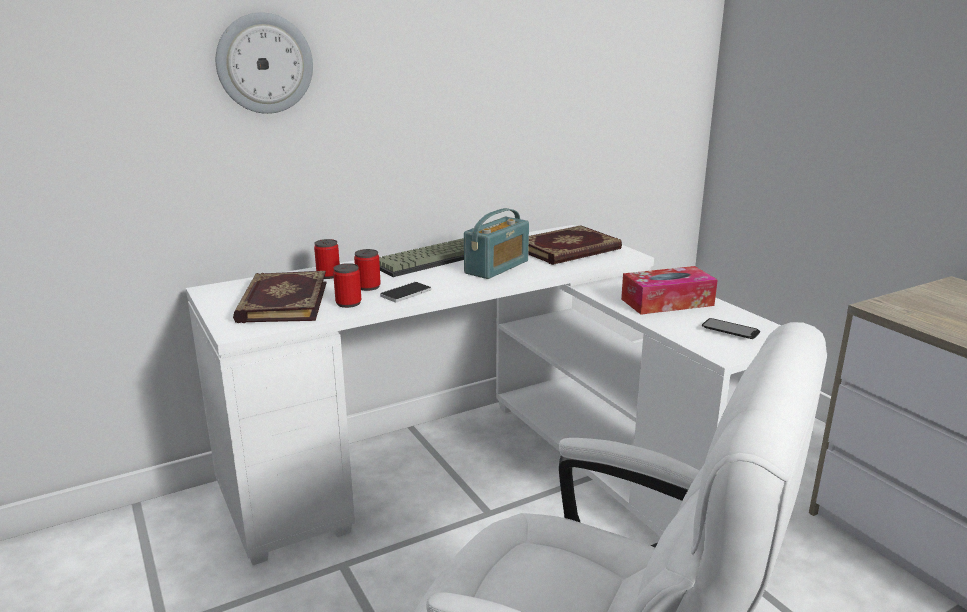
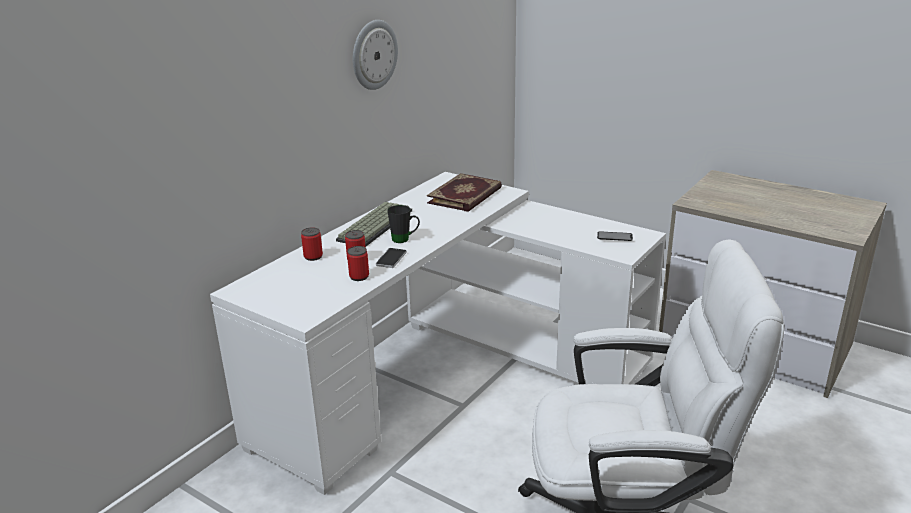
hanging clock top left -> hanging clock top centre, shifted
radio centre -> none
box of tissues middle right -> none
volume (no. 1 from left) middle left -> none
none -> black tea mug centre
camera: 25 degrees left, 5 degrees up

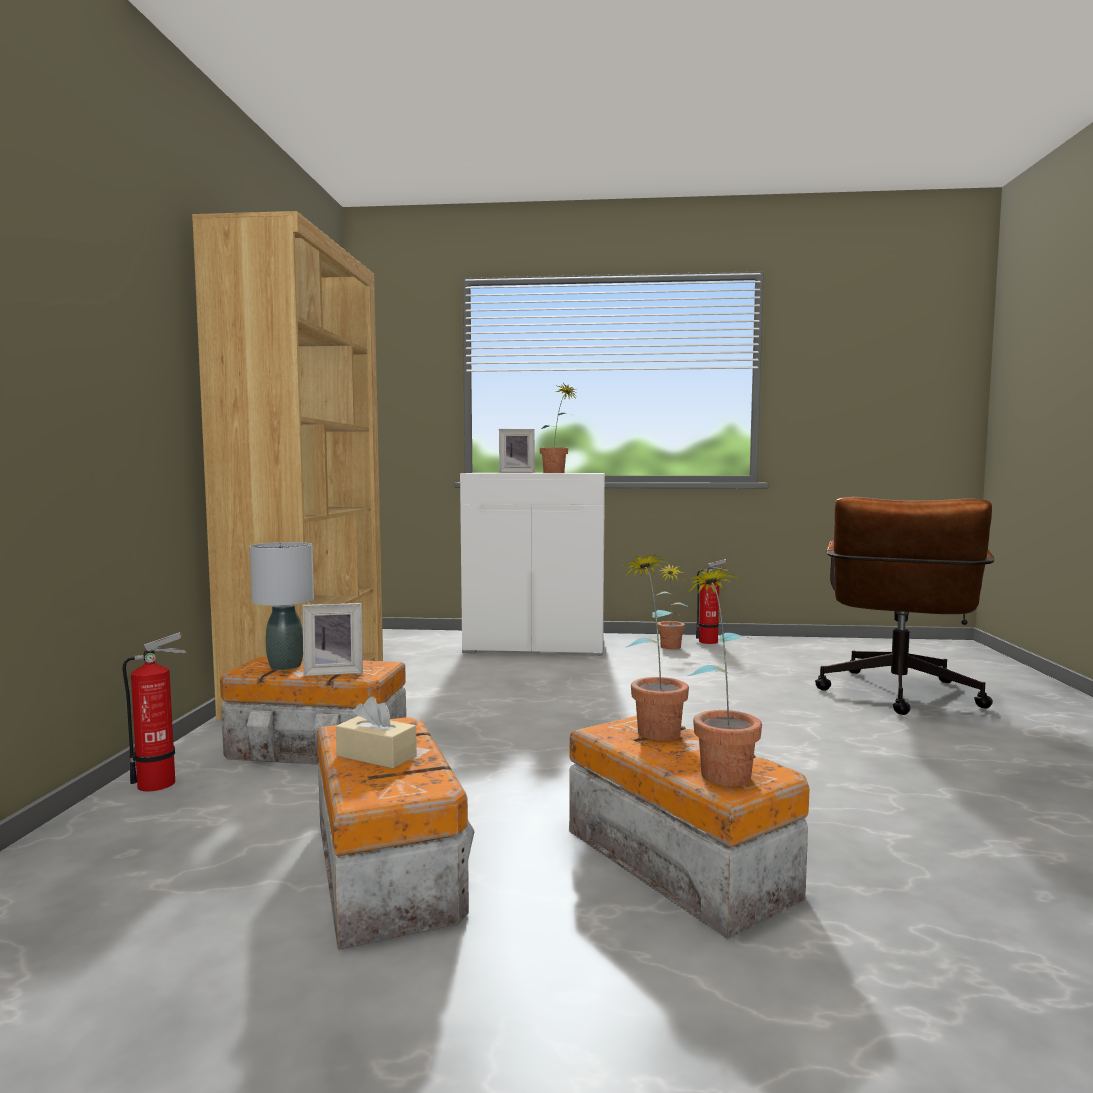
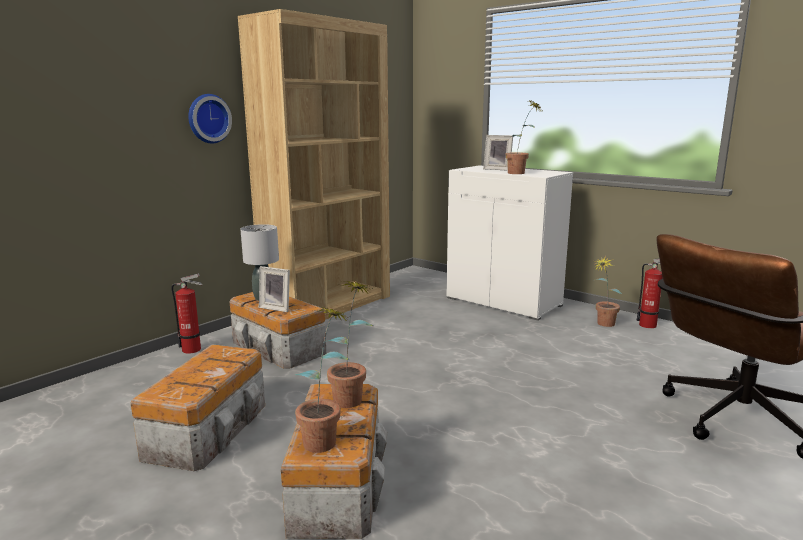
beige box of tissues bottom centre -> none
none -> hanging clock top left
camera: 35 degrees right, 10 degrees up

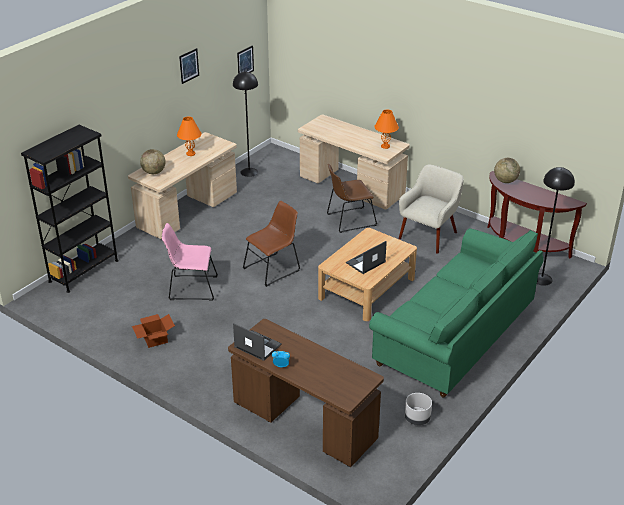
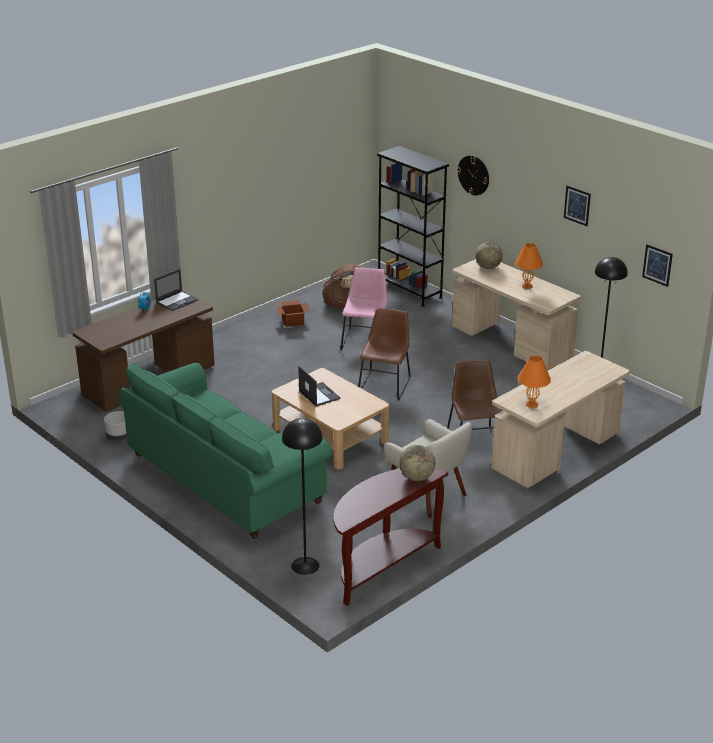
brown plain chair (no. 1 from left) centre, 135 degrees counterclockwise
none -> hanging clock top centre
none -> brown backpack centre
camera: 100 degrees right, 5 degrees down

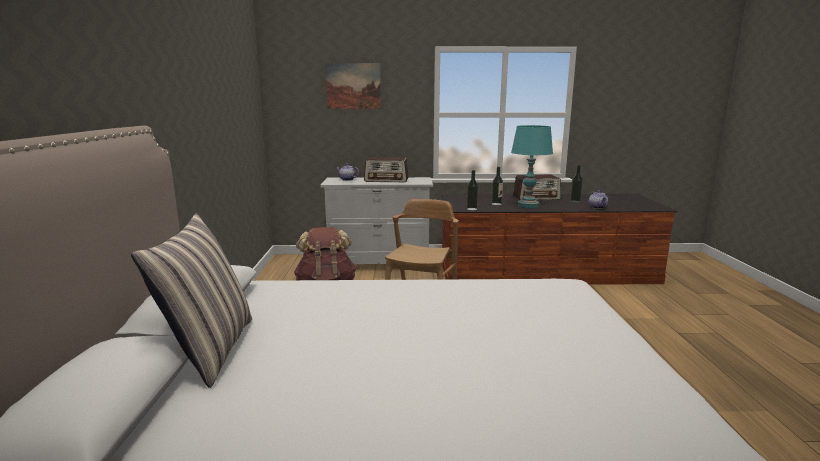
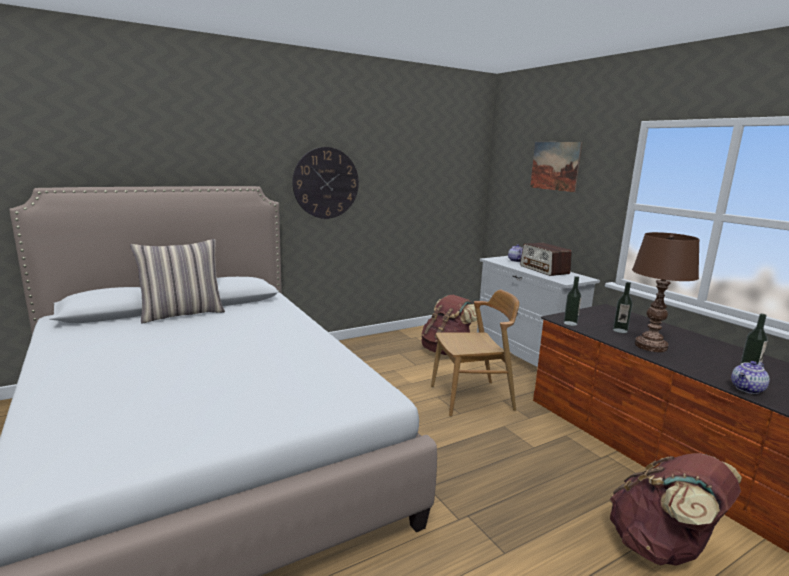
turquoise-coloured lamp for a table centre -> brown lamp for a table middle right
radio (no. 2 from left) centre -> none
none -> hanging clock top centre
none -> brown backpack (no. 2 from left) bottom right
camera: 60 degrees right, 0 degrees up

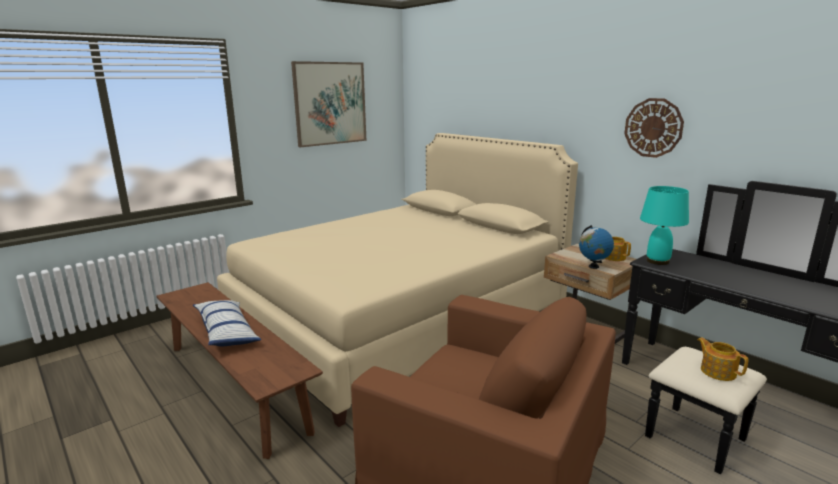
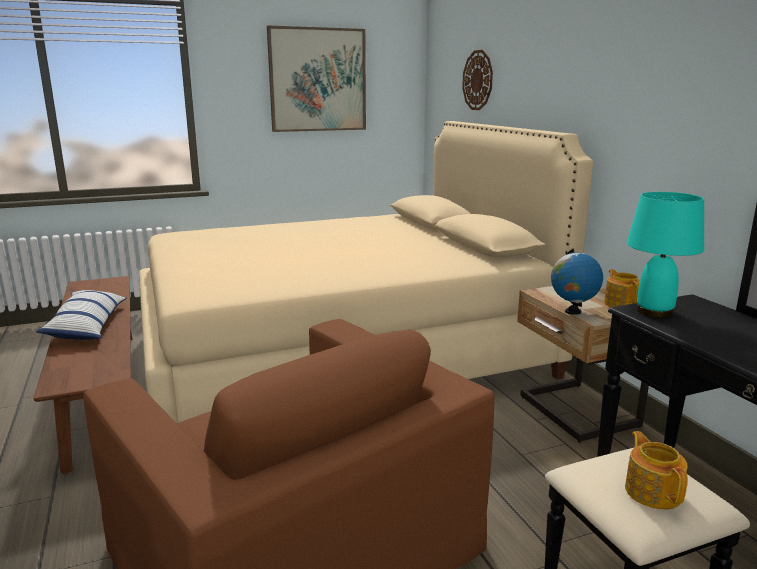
hanging clock top right -> hanging clock top centre, shifted
camera: 20 degrees right, 0 degrees up

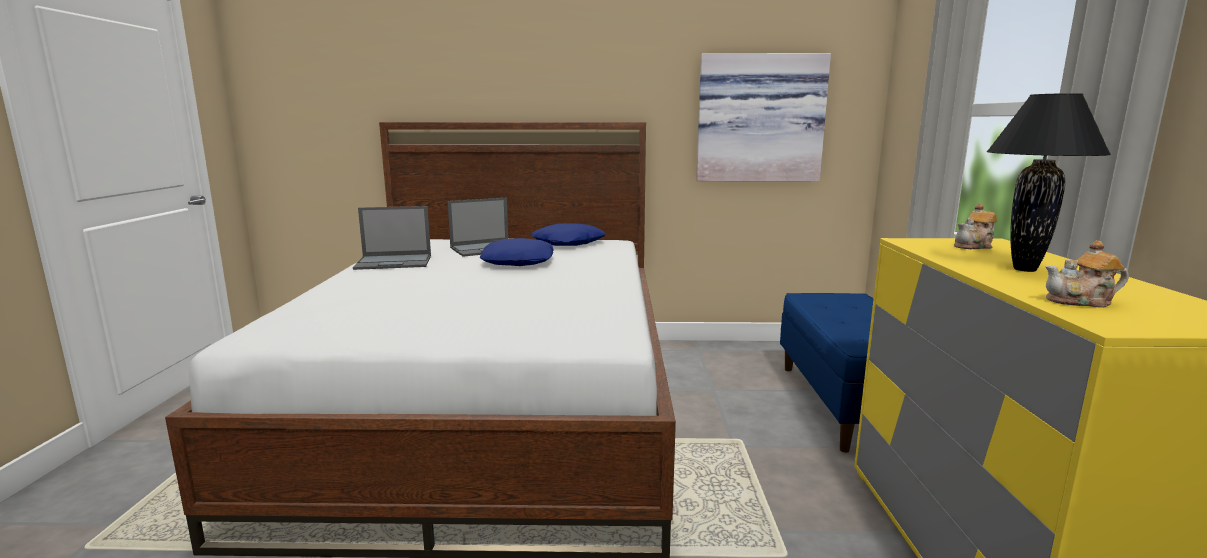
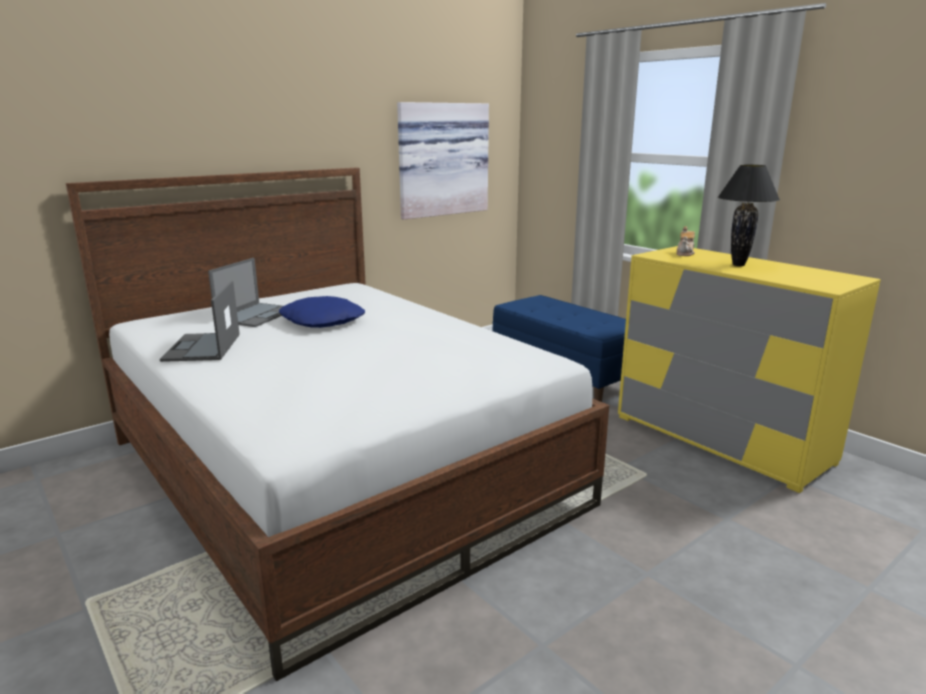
laptop (no. 1 from left) middle left, 135 degrees clockwise
blue throw pillow (no. 2 from left) centre -> none
pot for tea (no. 2 from left) middle right -> none
camera: 40 degrees left, 5 degrees up

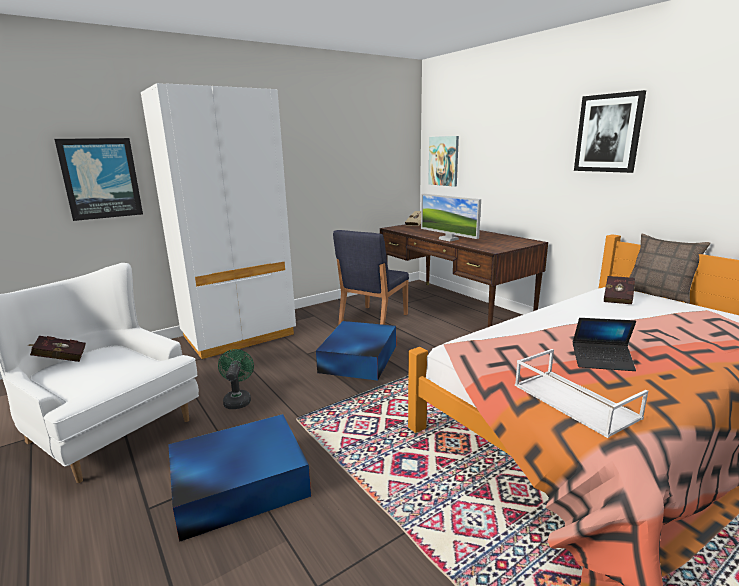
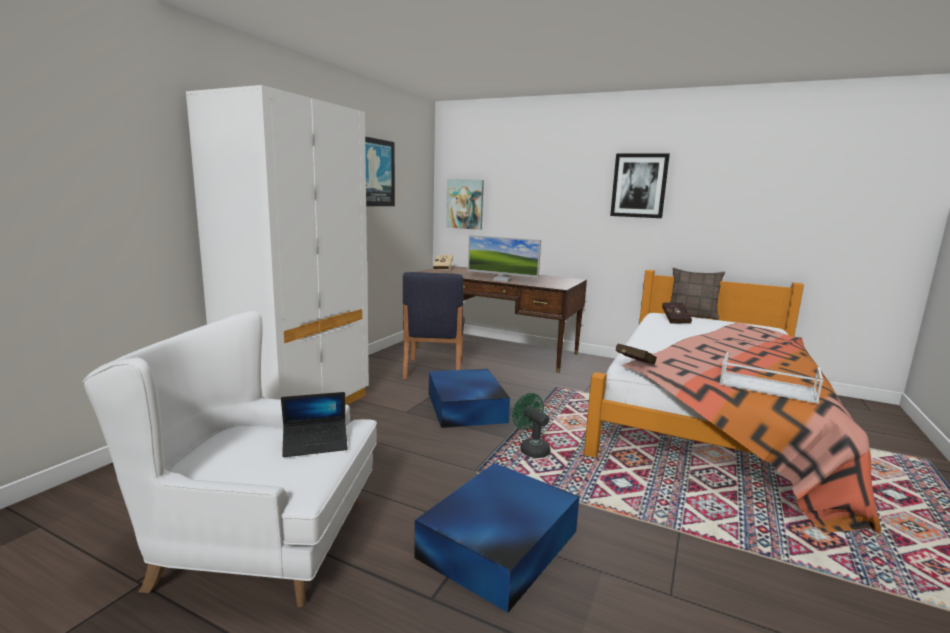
wall picture (no. 1 from left) top left -> wall picture (no. 1 from left) top centre, shifted
laptop middle right -> laptop bottom left, shifted
red-coloured volume (no. 1 from left) middle left -> red-coloured volume (no. 1 from left) middle right, shifted
green-coloured cooling fan middle left -> green-coloured cooling fan bottom centre, shifted
camera: 30 degrees left, 5 degrees down

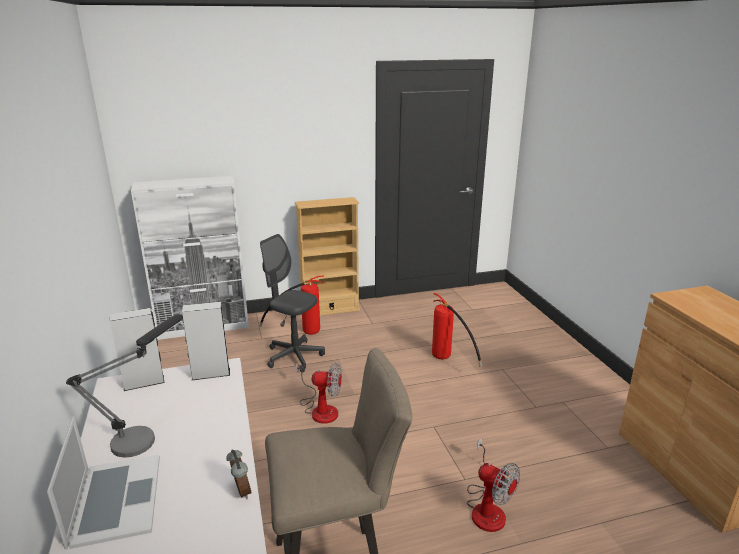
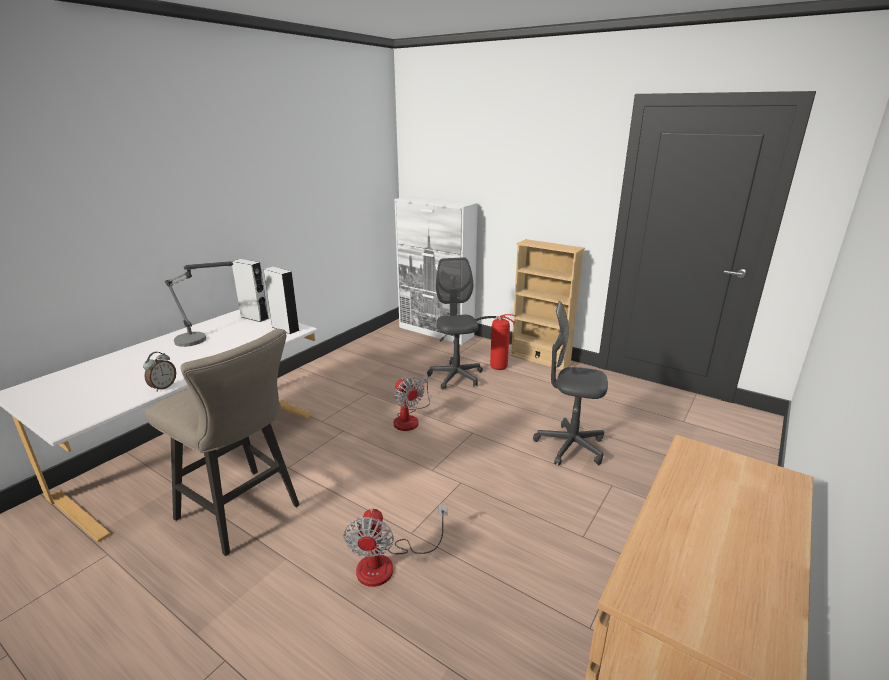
extinguisher (no. 2 from left) centre -> grey computer chair (no. 2 from left) centre
laptop bottom left -> none
camera: 50 degrees right, 0 degrees up

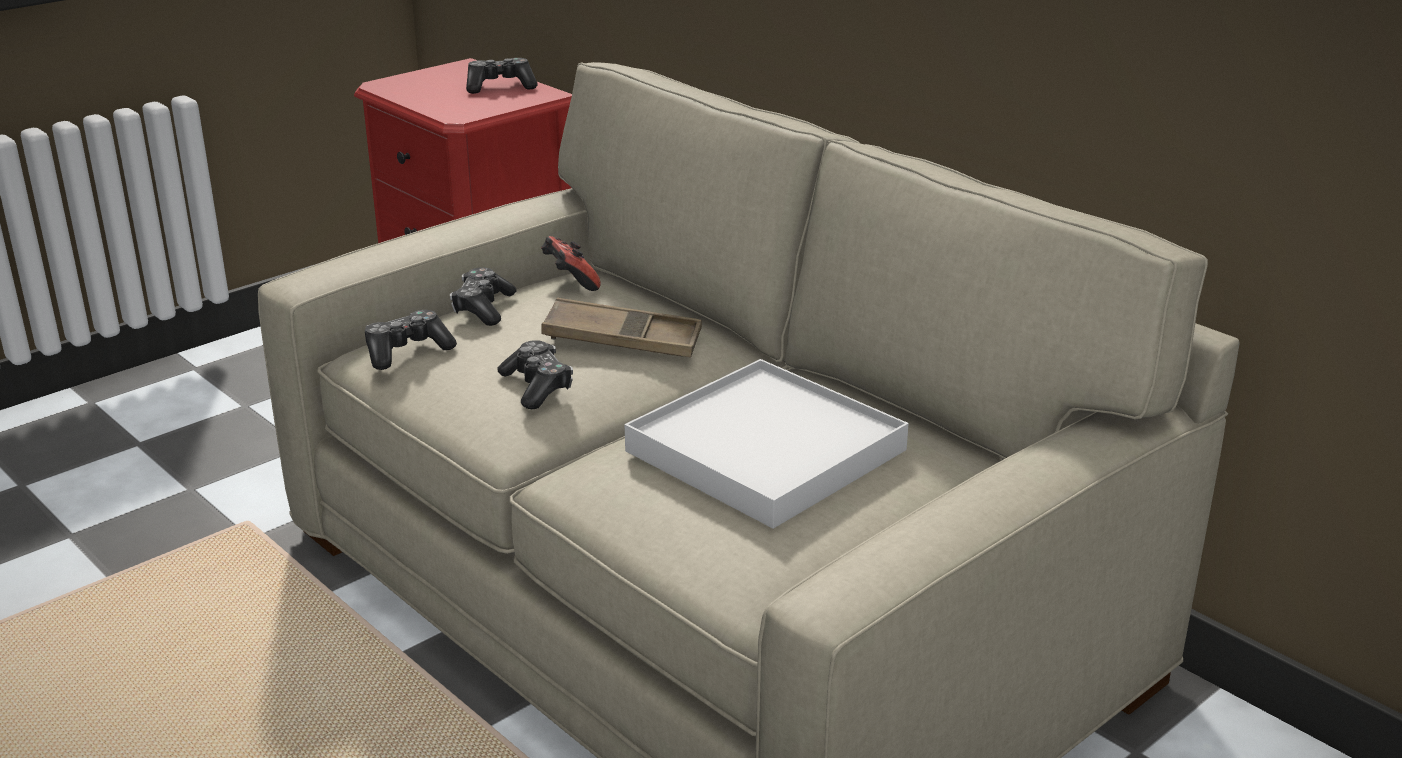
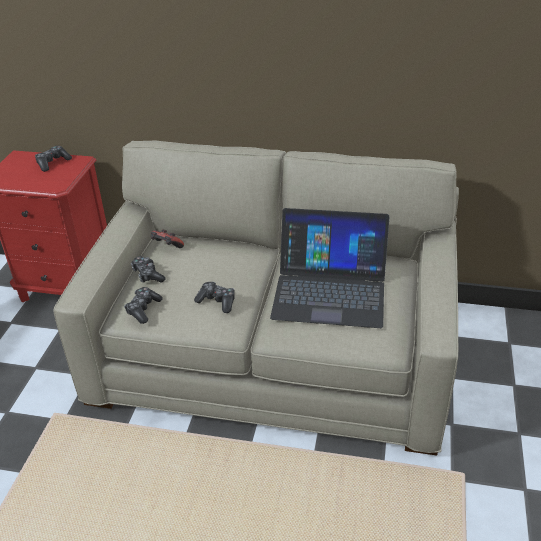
brown serving tray centre -> none
white-coloured serving tray centre -> laptop centre
camera: 35 degrees left, 10 degrees up

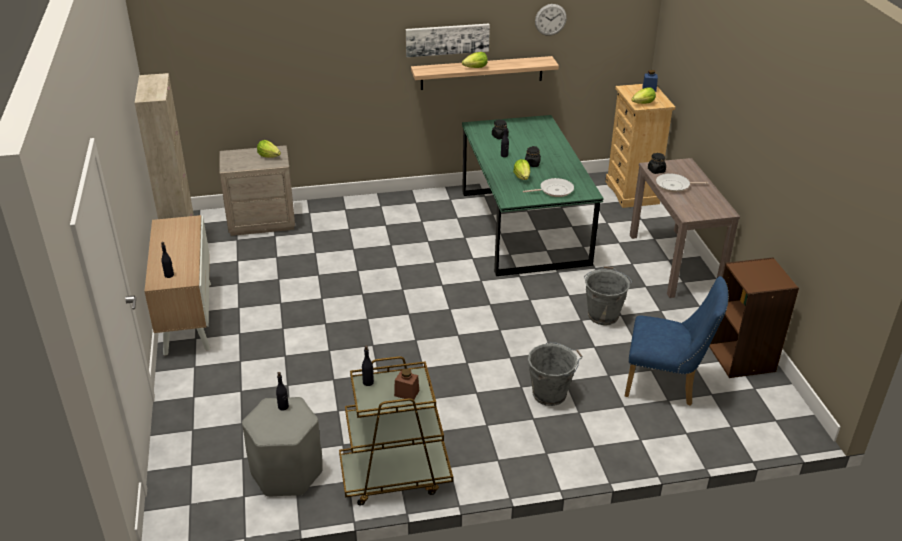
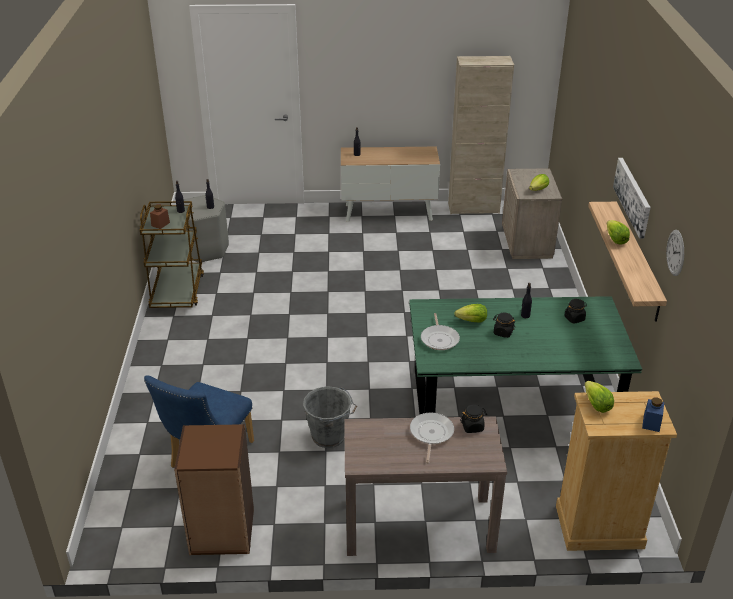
grey pail (no. 1 from left) bottom centre -> none
camera: 100 degrees right, 0 degrees up

